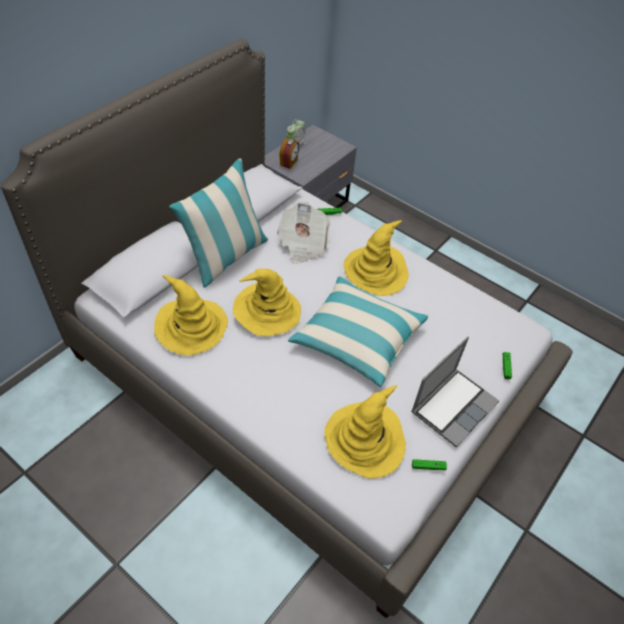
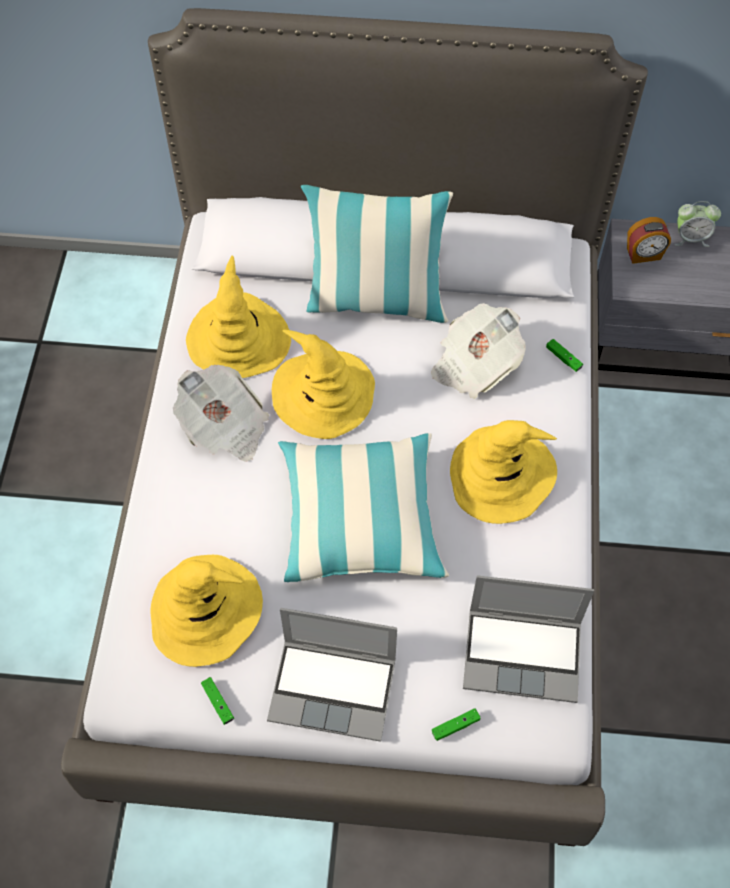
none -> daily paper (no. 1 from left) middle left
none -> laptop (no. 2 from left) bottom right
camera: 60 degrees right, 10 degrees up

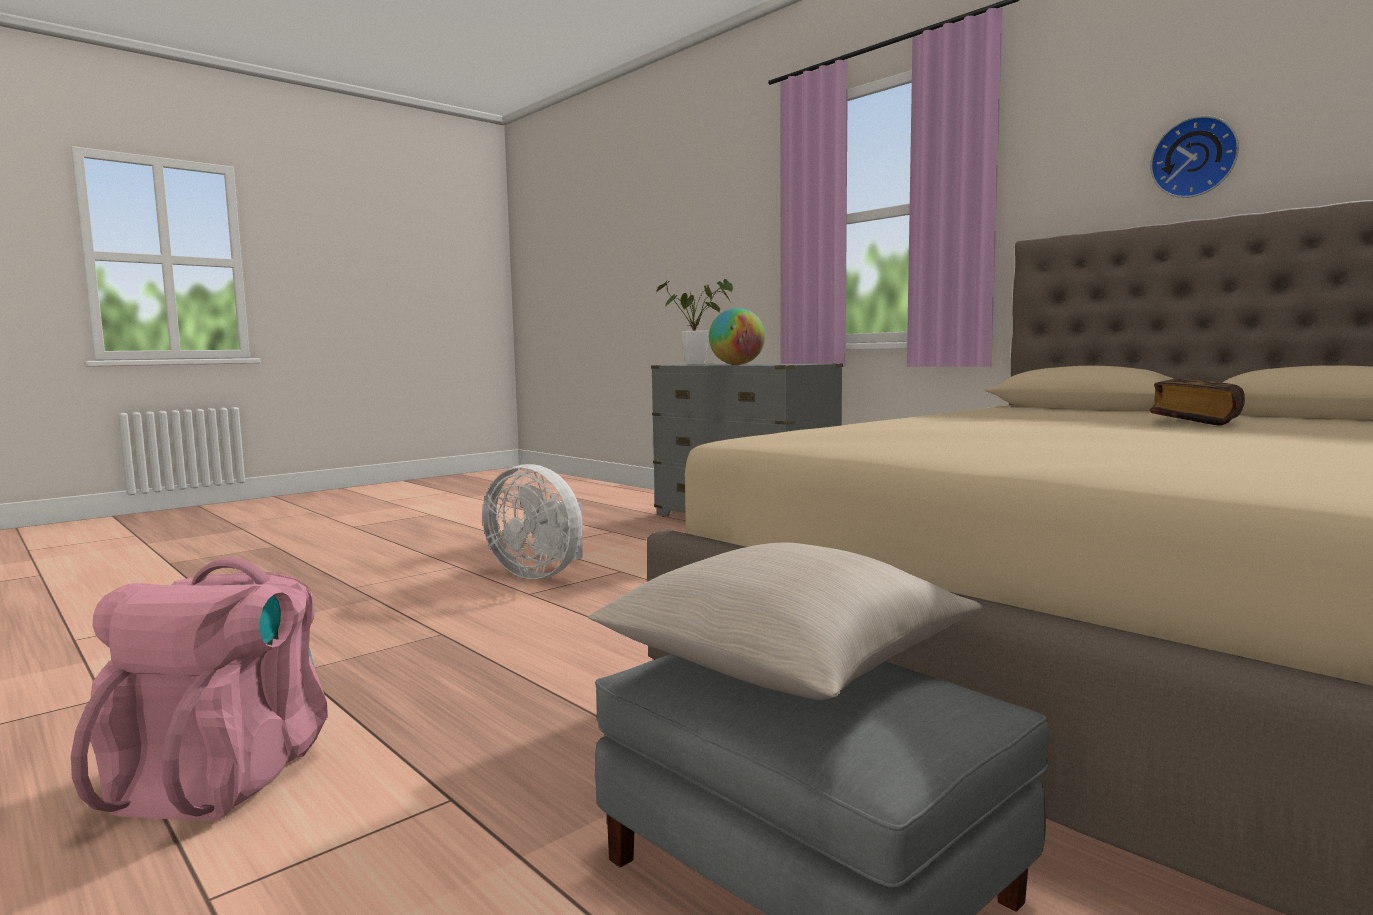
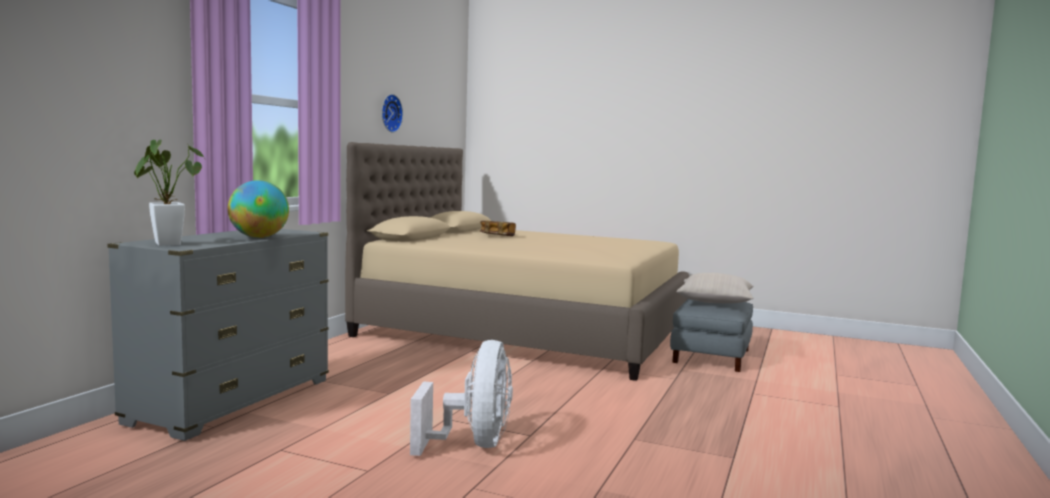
pinkish backpack bottom left -> none
camera: 115 degrees left, 0 degrees up

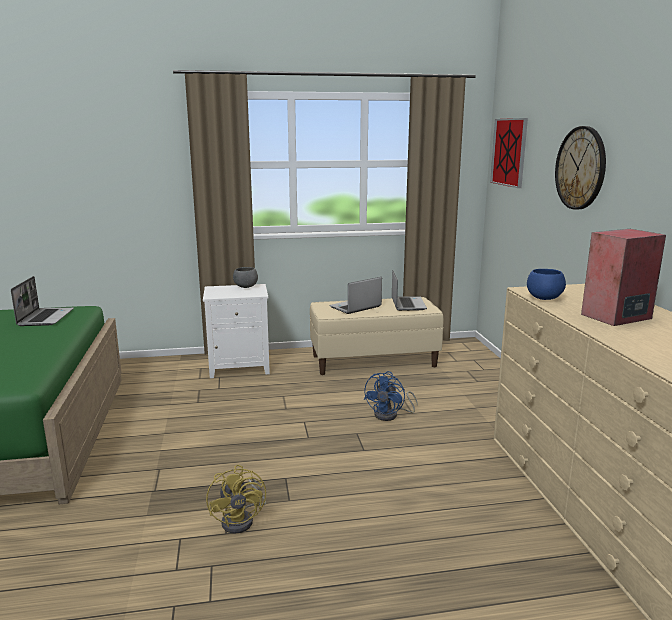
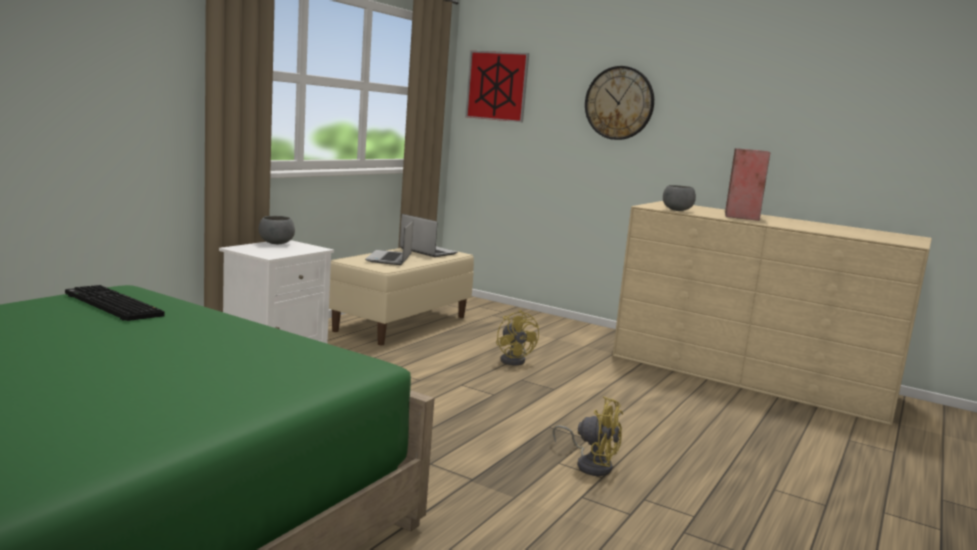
blue bowl middle right -> grey bowl (no. 2 from left) middle right
laptop (no. 1 from left) middle left -> computer keyboard middle left
blue cooling fan centre -> yellow-coloured cooling fan (no. 1 from left) centre
camera: 50 degrees left, 5 degrees down

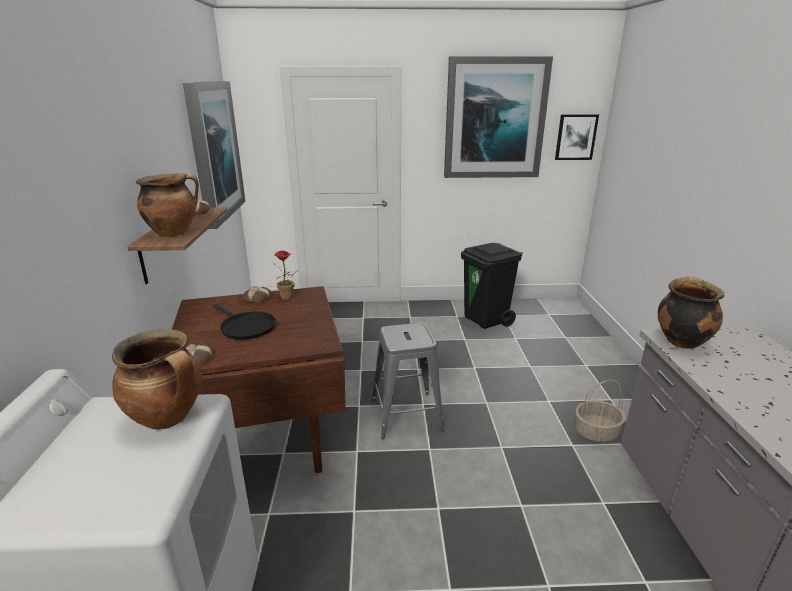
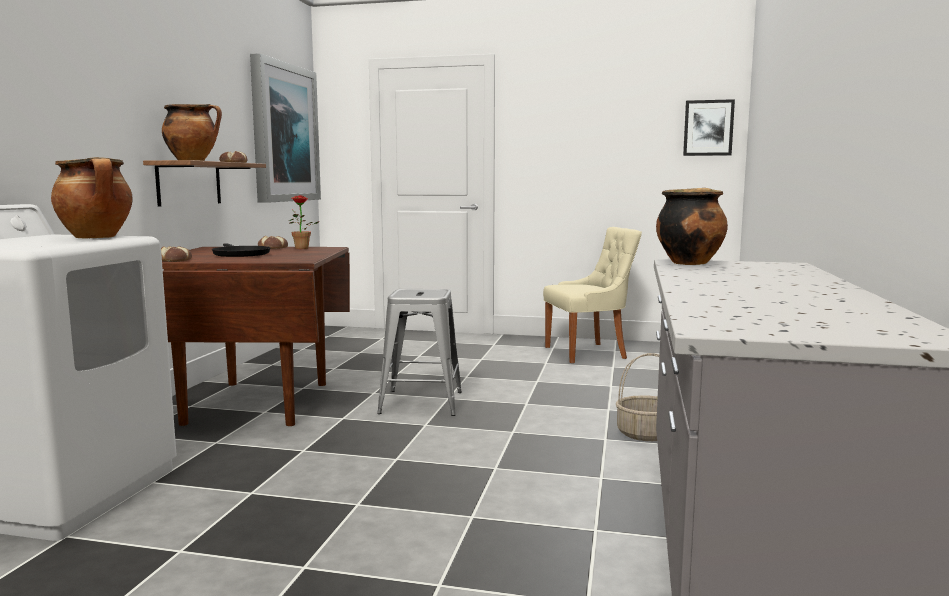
wall picture (no. 2 from left) top centre -> none
black rubbish bin centre -> beige plain chair centre
camera: 15 degrees right, 15 degrees down

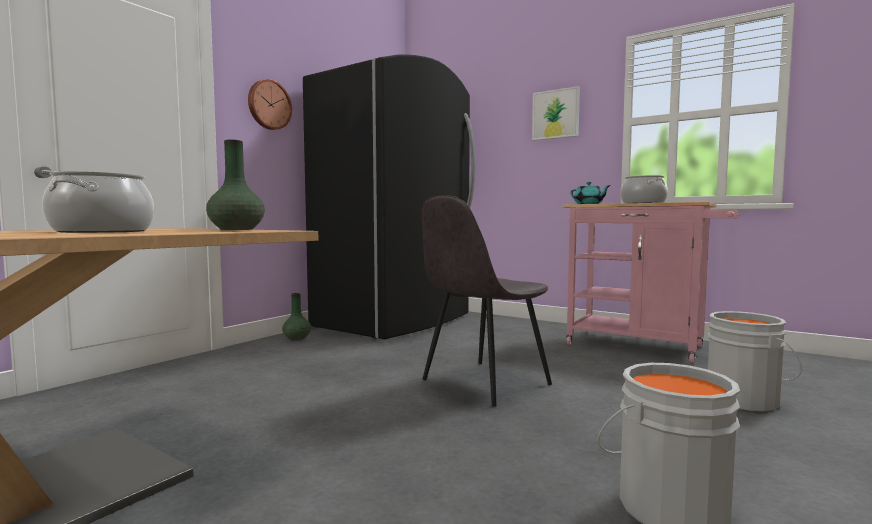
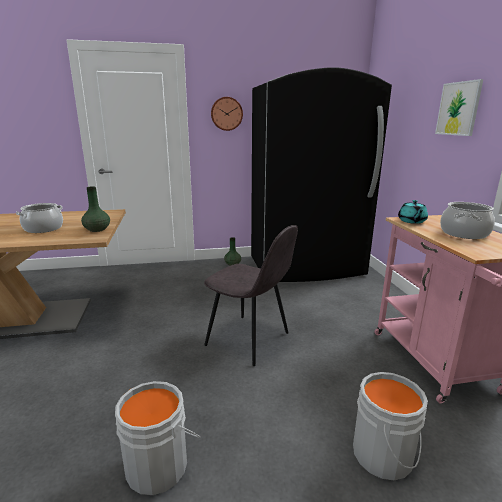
grey plain chair centre, 150 degrees counterclockwise
camera: 45 degrees right, 15 degrees up

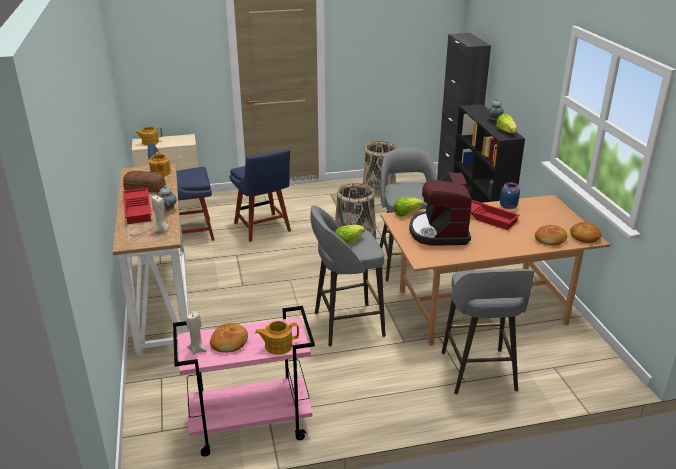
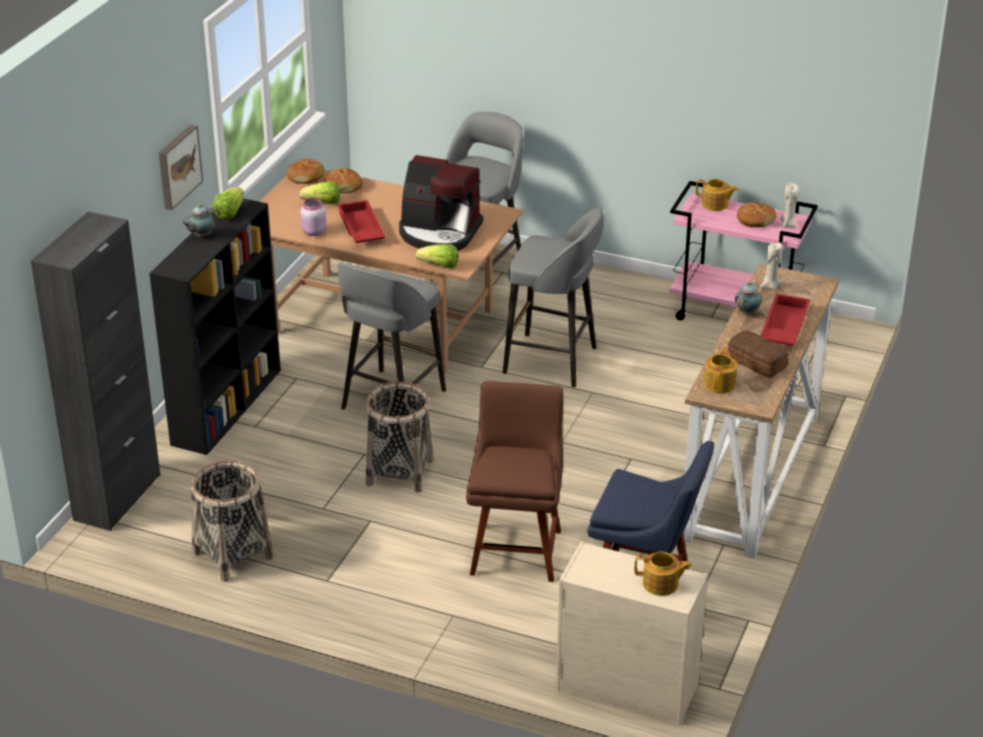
blue plain chair (no. 2 from left) centre -> brown plain chair centre
coffee maker centre -> coffee maker top centre, 75 degrees clockwise
blue preserve jar middle right -> pinkish preserve jar top left
lettuce (no. 1 from left in the first image) centre -> lettuce (no. 2 from left) top left, shifted
none -> wall picture top left
camera: 145 degrees left, 5 degrees up

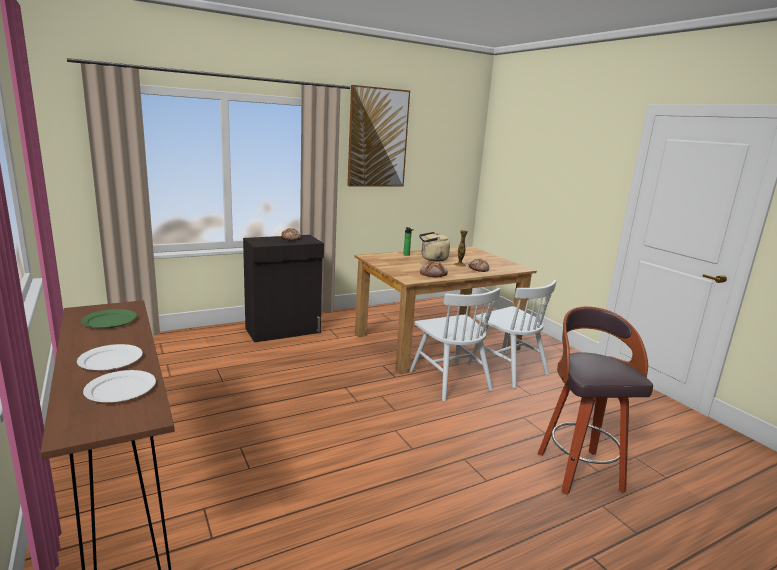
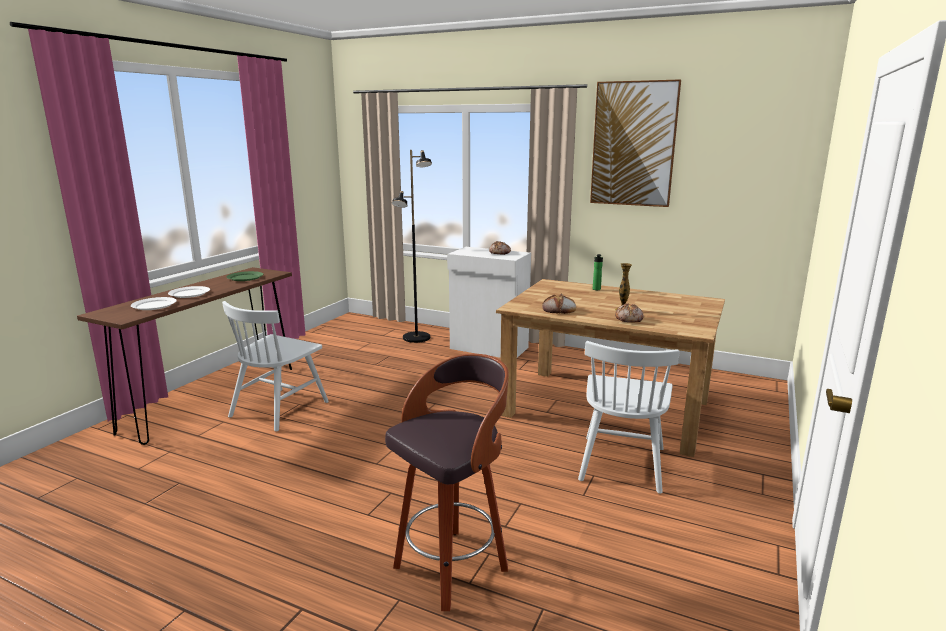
beige kettle centre -> none
black cabinet centre -> white-coloured cabinet centre
white-coloured plain chair (no. 1 from left) centre -> white-coloured plain chair (no. 1 from left) middle left, shifted
none -> black floor lamp centre
camera: 55 degrees right, 0 degrees up

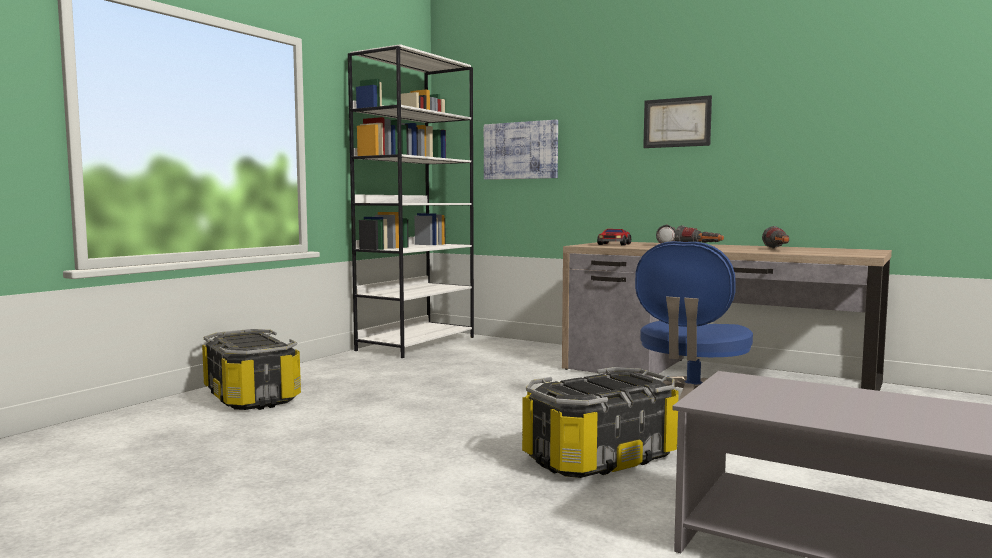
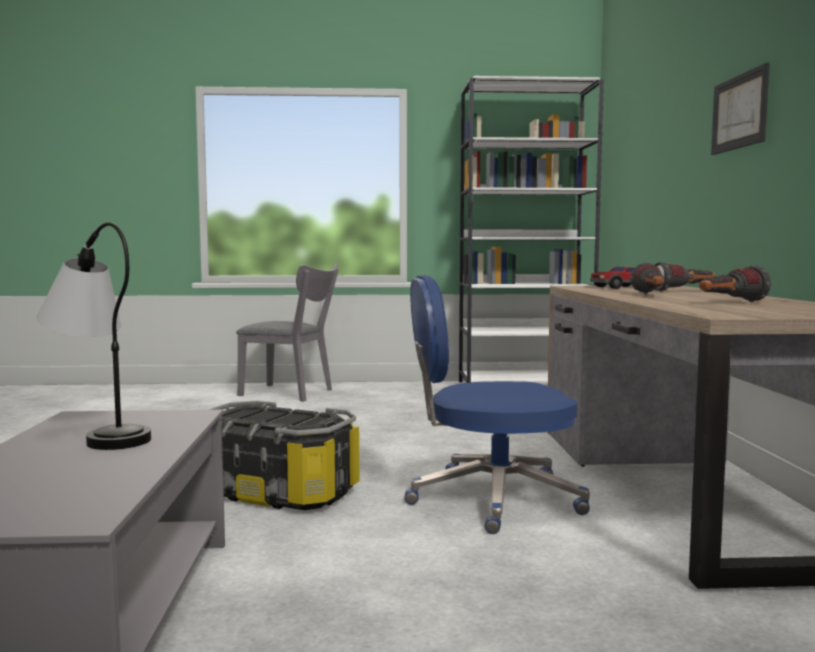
wall picture (no. 1 from left) top centre -> none
storage container (no. 1 from left) middle left -> grey plain chair centre
none -> lamp for a table middle left
camera: 55 degrees right, 0 degrees up

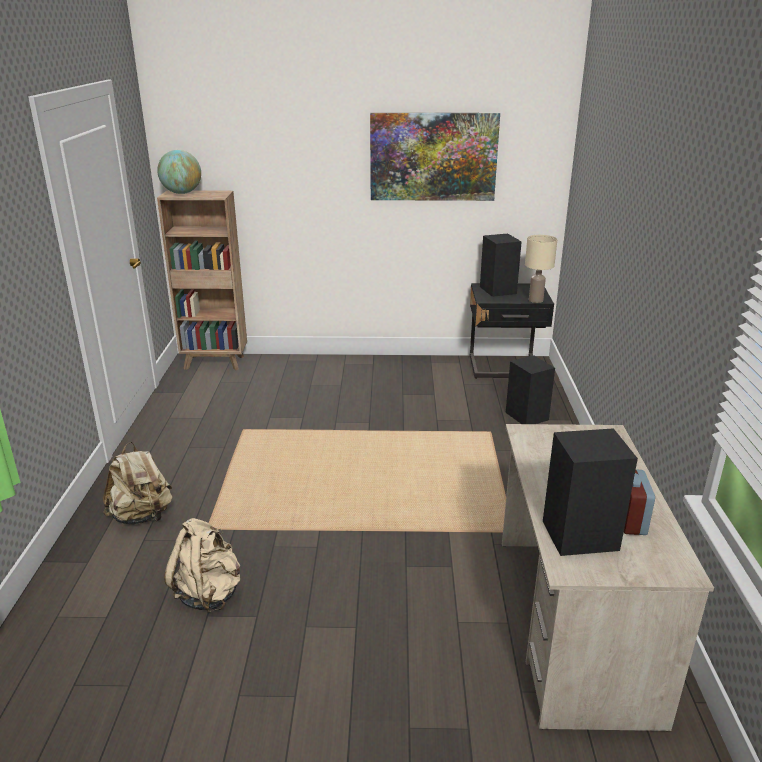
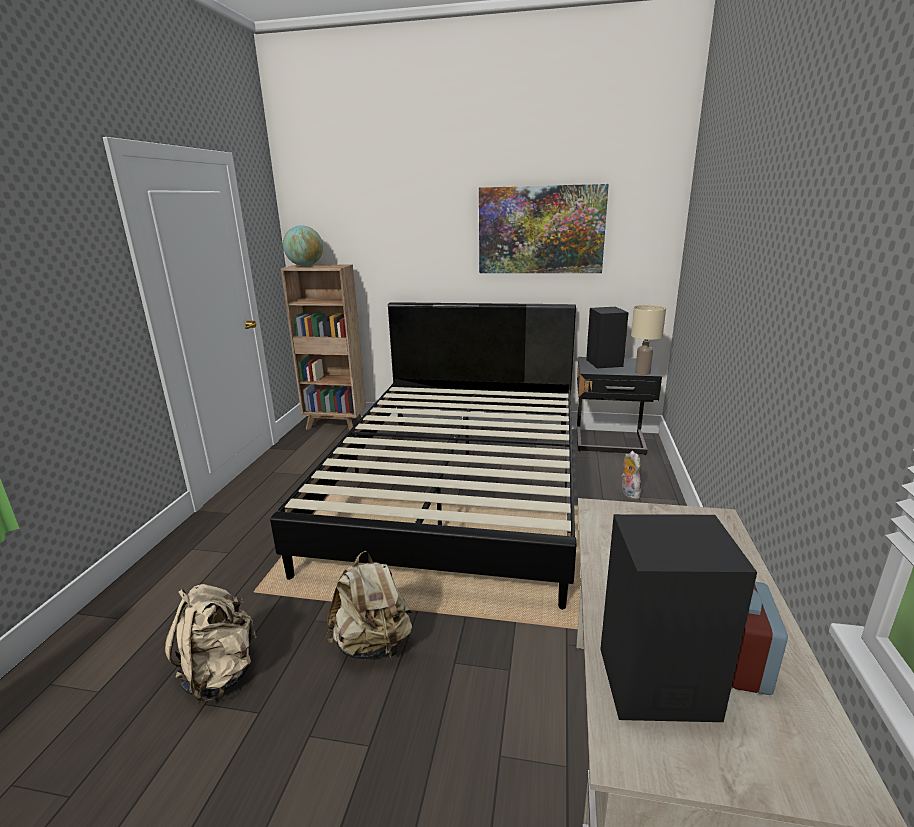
black loudspeaker (no. 2 from left) middle right -> cuddly toy middle right
beige backpack (no. 1 from left in the first image) middle left -> beige backpack (no. 2 from left) bottom centre, shifted
none -> black sleeping bed centre
camera: 10 degrees right, 5 degrees down

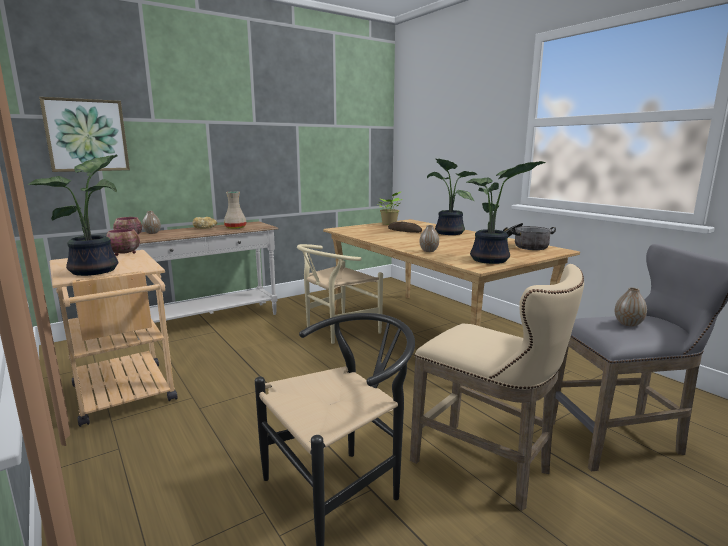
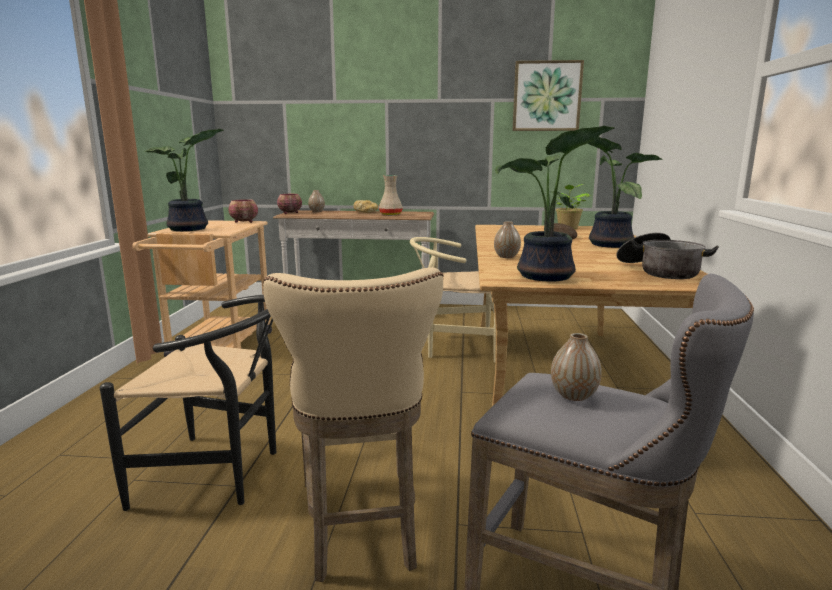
wall picture top left -> wall picture top centre, shifted
camera: 40 degrees right, 0 degrees up

